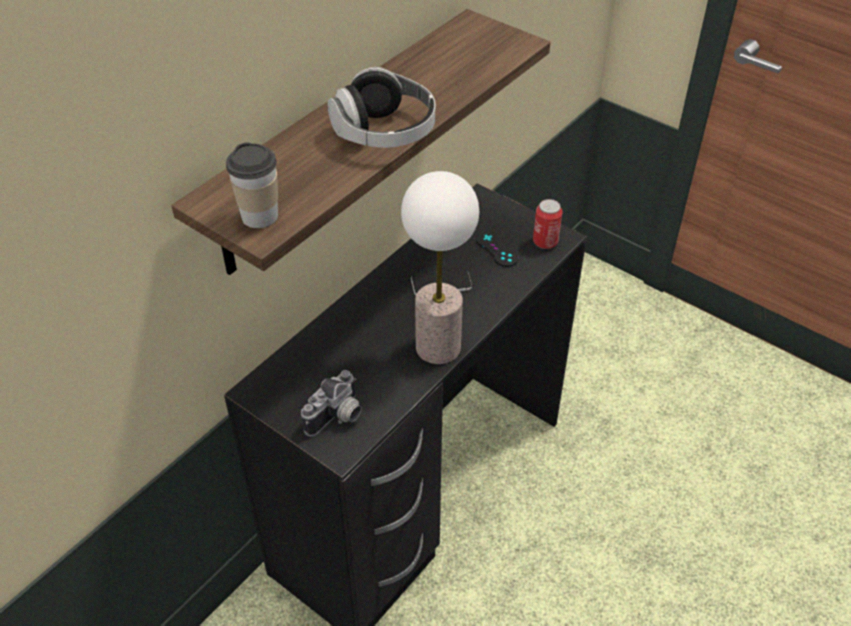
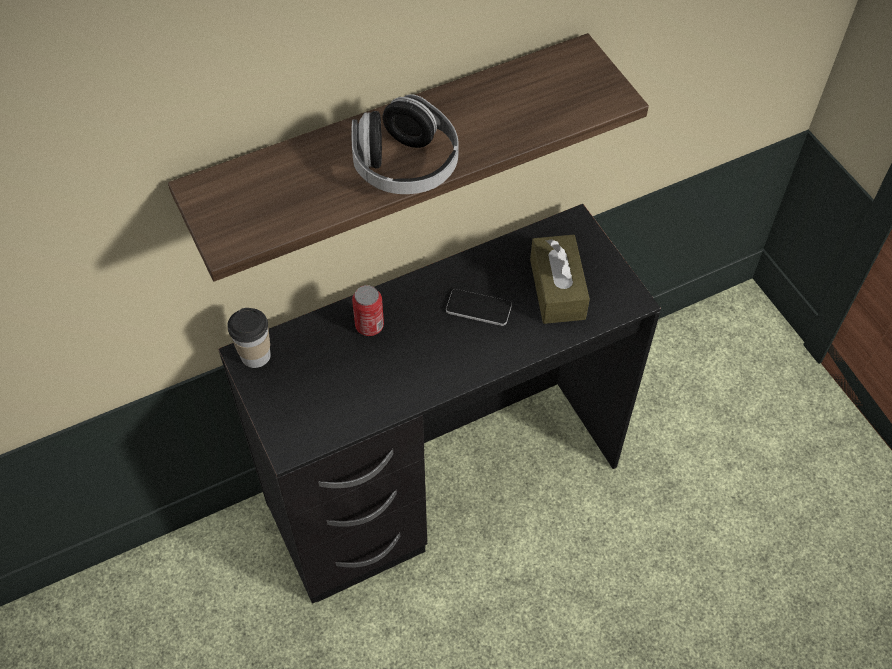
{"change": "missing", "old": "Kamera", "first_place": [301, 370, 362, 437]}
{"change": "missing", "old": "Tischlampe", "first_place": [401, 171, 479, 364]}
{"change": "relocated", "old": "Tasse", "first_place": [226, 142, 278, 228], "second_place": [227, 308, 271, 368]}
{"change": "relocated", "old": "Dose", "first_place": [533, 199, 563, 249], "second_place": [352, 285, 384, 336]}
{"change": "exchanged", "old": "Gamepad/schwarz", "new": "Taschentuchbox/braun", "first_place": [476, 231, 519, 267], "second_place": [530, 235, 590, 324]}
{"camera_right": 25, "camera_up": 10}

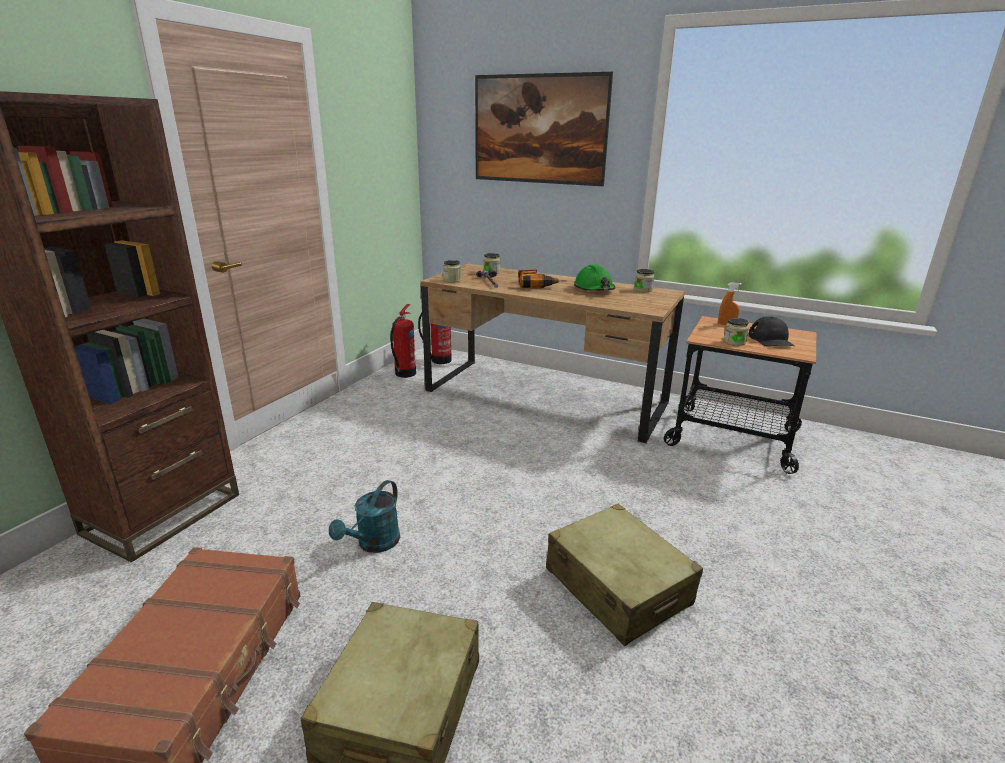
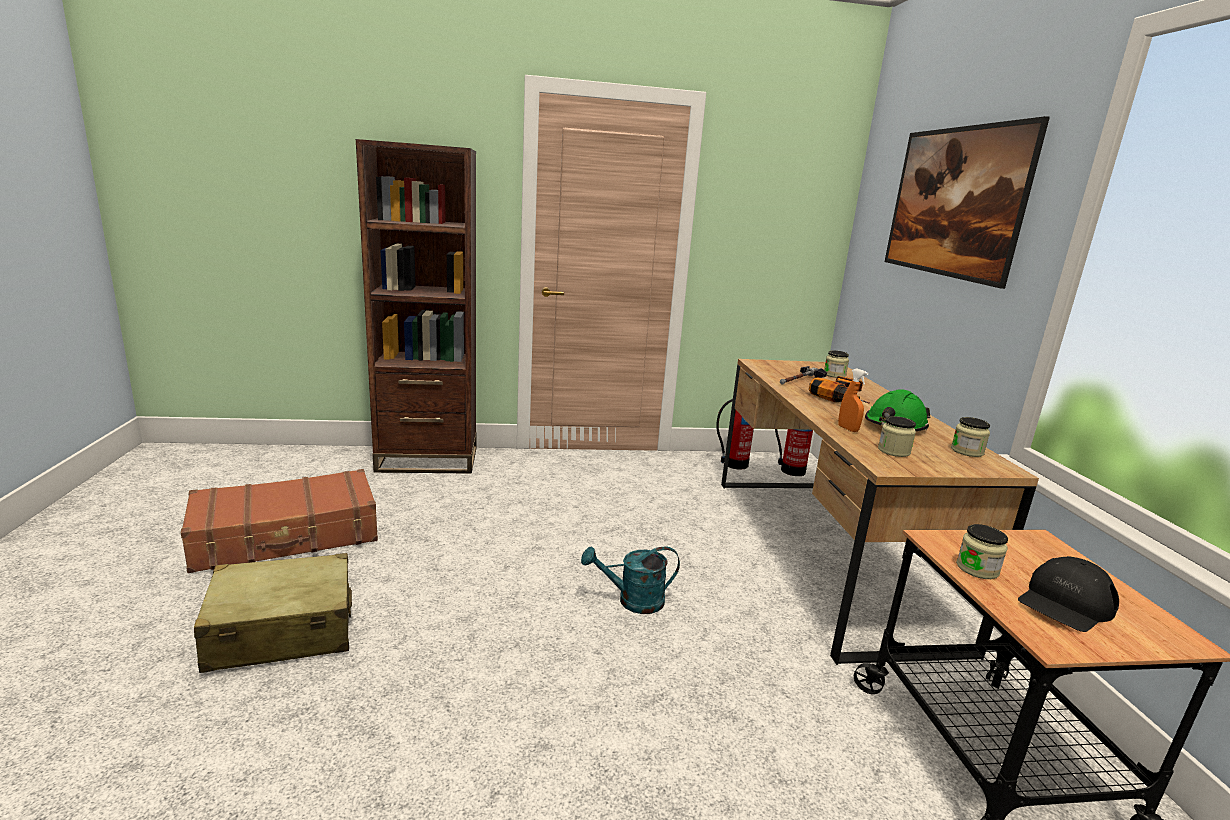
{"change": "missing", "old": "Koffer/beige", "first_place": [546, 504, 703, 646]}
{"change": "relocated", "old": "Gießkanne/türkis", "first_place": [329, 480, 400, 553], "second_place": [581, 546, 680, 614]}
{"change": "relocated", "old": "Vorratsglas", "first_place": [443, 260, 461, 283], "second_place": [878, 416, 916, 457]}
{"change": "relocated", "old": "Sprühflasche/orange", "first_place": [718, 283, 742, 325], "second_place": [838, 368, 869, 432]}
{"camera_right": 55, "camera_up": -5}

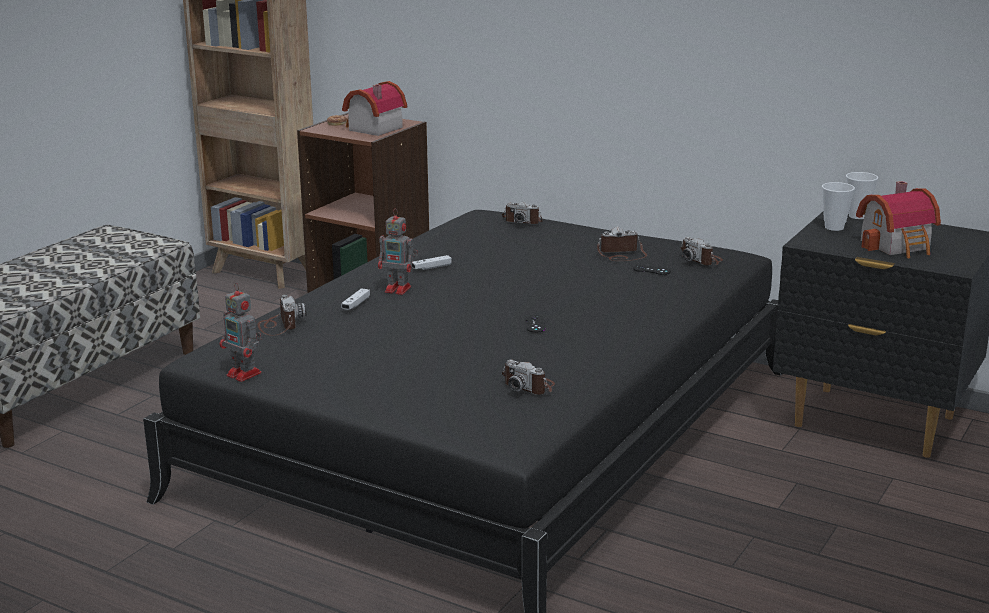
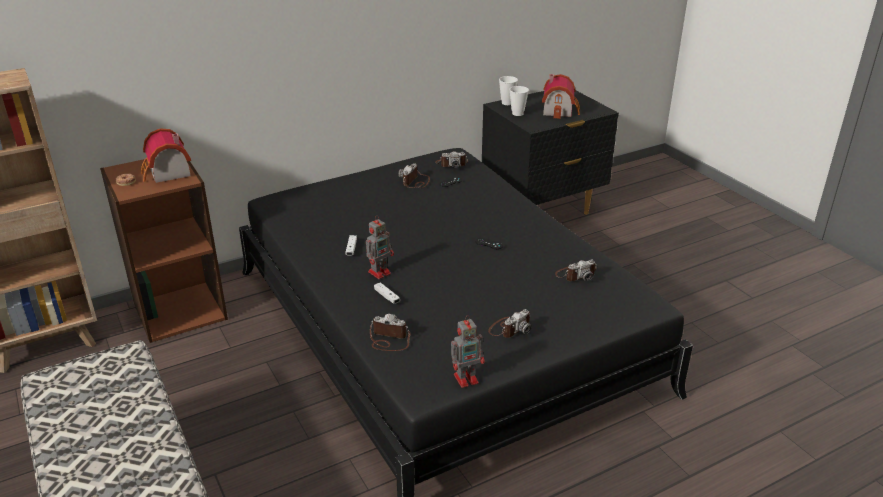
{"change": "relocated", "old": "Kamera", "first_place": [502, 202, 543, 224], "second_place": [488, 309, 532, 338]}
{"camera_right": -60, "camera_up": 10}

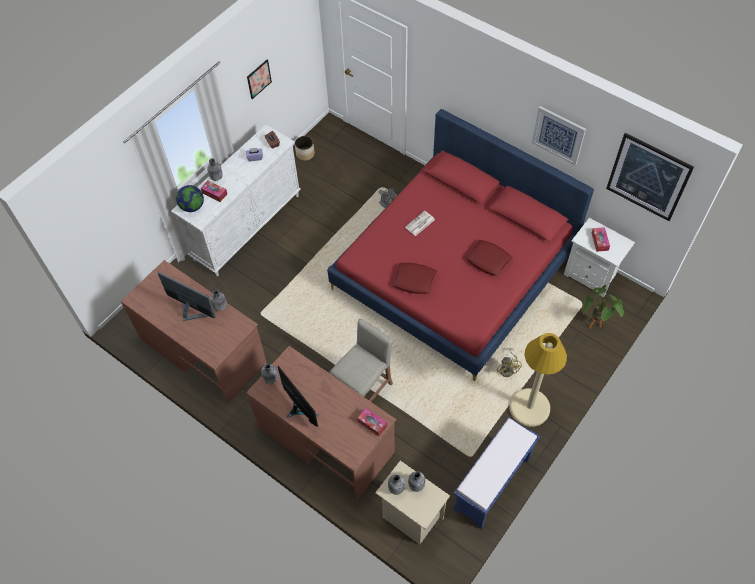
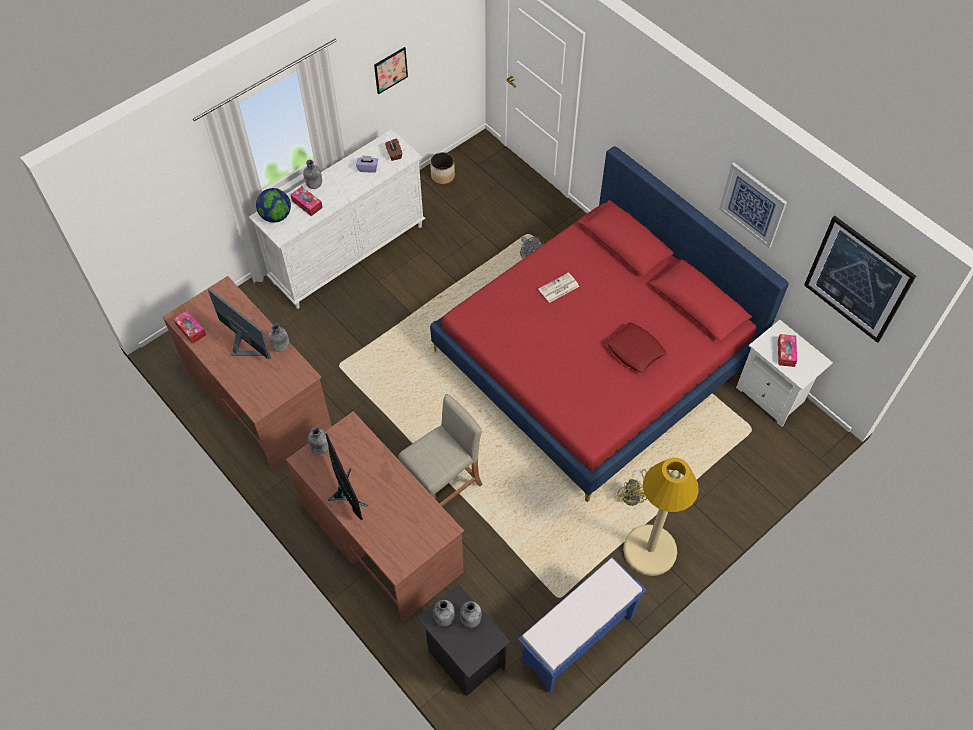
{"change": "missing", "old": "Kissen/rot", "first_place": [392, 263, 437, 294]}
{"change": "missing", "old": "Topfpflanze", "first_place": [583, 285, 624, 328]}
{"change": "relocated", "old": "Taschentuchbox", "first_place": [357, 408, 387, 436], "second_place": [174, 310, 206, 344]}
{"change": "colour", "old": "Nachttisch/beige", "new": "Nachttisch/schwarz", "first_place": [375, 461, 450, 545], "second_place": [417, 584, 510, 696]}
{"camera_right": 10, "camera_up": 0}

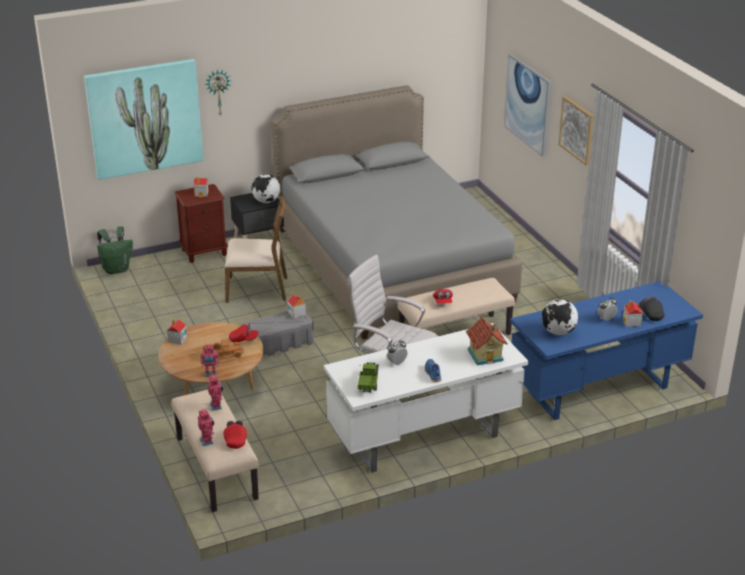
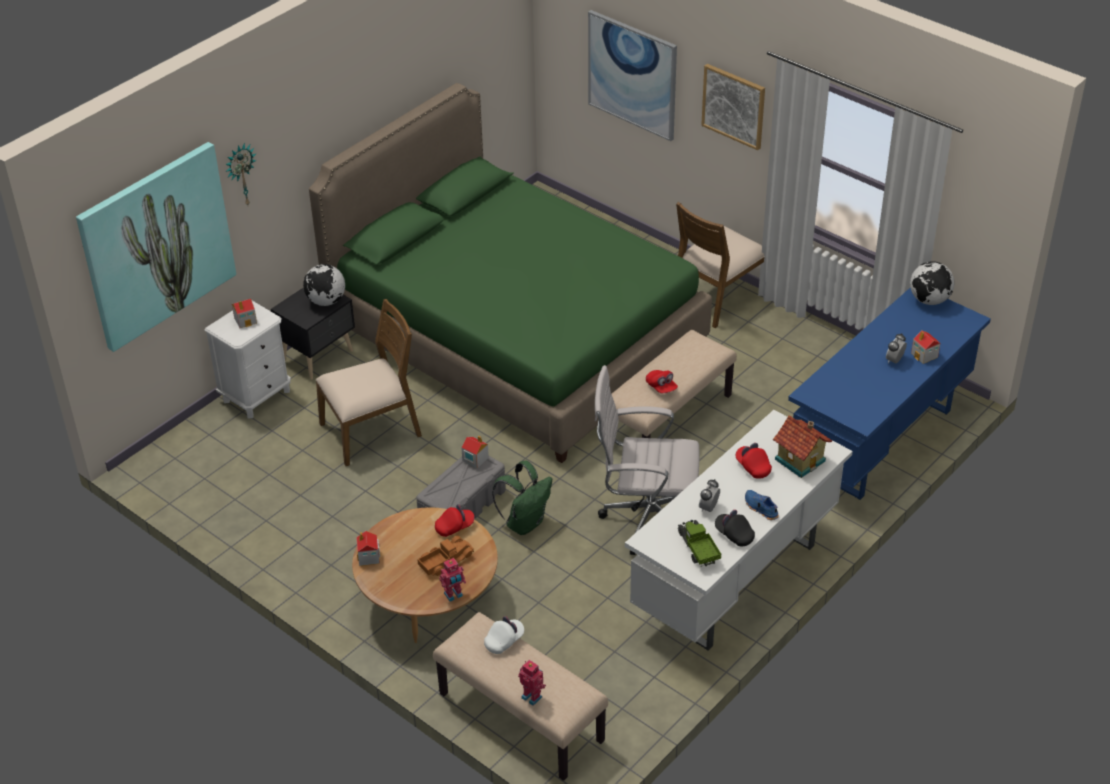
{"change": "appeared", "new": "Stuhl/braun", "second_place": [676, 202, 765, 328]}
{"change": "relocated", "old": "Rucksack/grün", "first_place": [97, 226, 133, 274], "second_place": [492, 461, 552, 535]}
{"change": "relocated", "old": "Kappe/rot", "first_place": [224, 420, 247, 449], "second_place": [736, 443, 772, 479]}
{"change": "relocated", "old": "Globus", "first_place": [542, 299, 578, 335], "second_place": [910, 261, 954, 305]}
{"change": "relocated", "old": "Kappe/schwarz", "first_place": [639, 296, 665, 321], "second_place": [715, 510, 755, 546]}
{"change": "exchanged", "old": "Spielzeugroboter", "new": "Kappe/weiß", "first_place": [208, 374, 223, 411], "second_place": [484, 616, 524, 654]}
{"change": "colour", "old": "Nachttisch/braun", "new": "Nachttisch/weiß", "first_place": [174, 184, 228, 263], "second_place": [204, 301, 291, 418]}
{"change": "colour", "old": "Bett/grau", "new": "Bett/grün", "first_place": [271, 85, 522, 339], "second_place": [309, 83, 712, 463]}
{"camera_right": -25, "camera_up": 10}

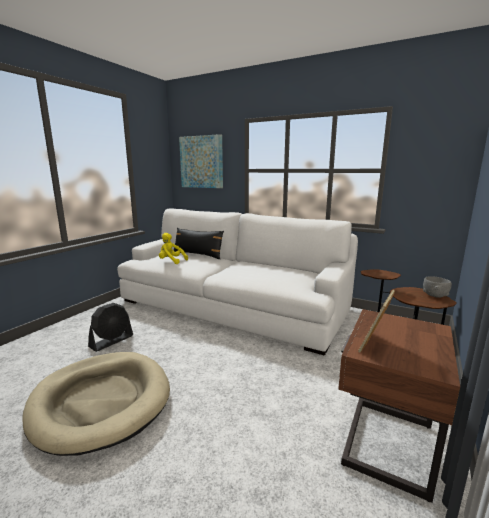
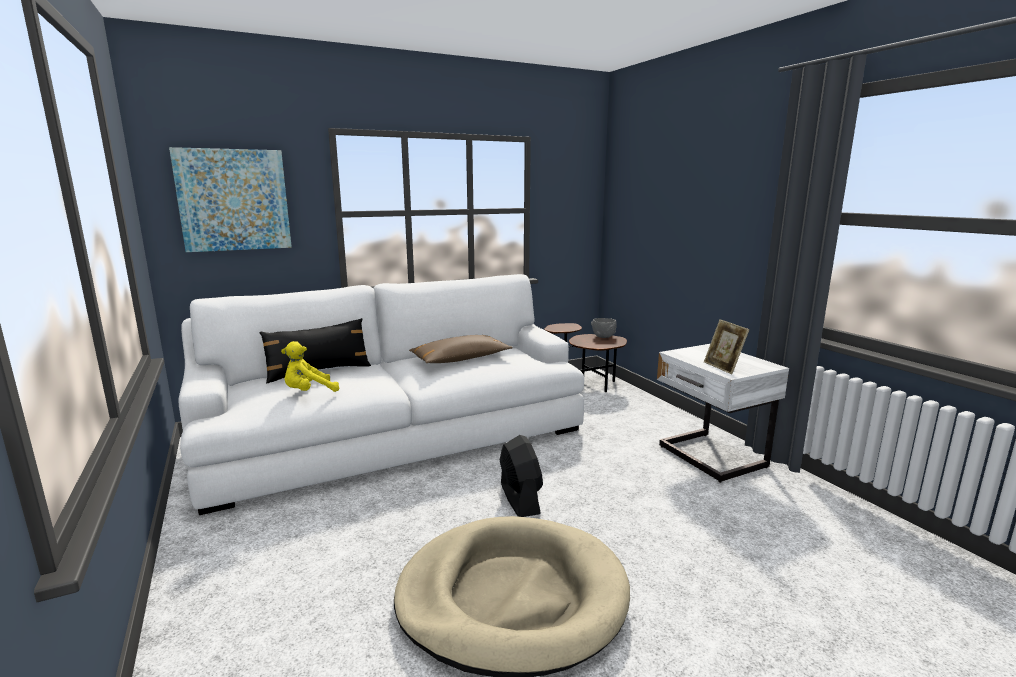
{"change": "appeared", "new": "Kissen/braun", "second_place": [409, 335, 513, 363]}
{"change": "relocated", "old": "Ventilator/schwarz", "first_place": [88, 303, 133, 352], "second_place": [500, 435, 543, 517]}
{"change": "colour", "old": "Nachttisch/braun", "new": "Nachttisch/weiß", "first_place": [338, 309, 460, 503], "second_place": [657, 344, 789, 483]}
{"camera_right": -55, "camera_up": 0}

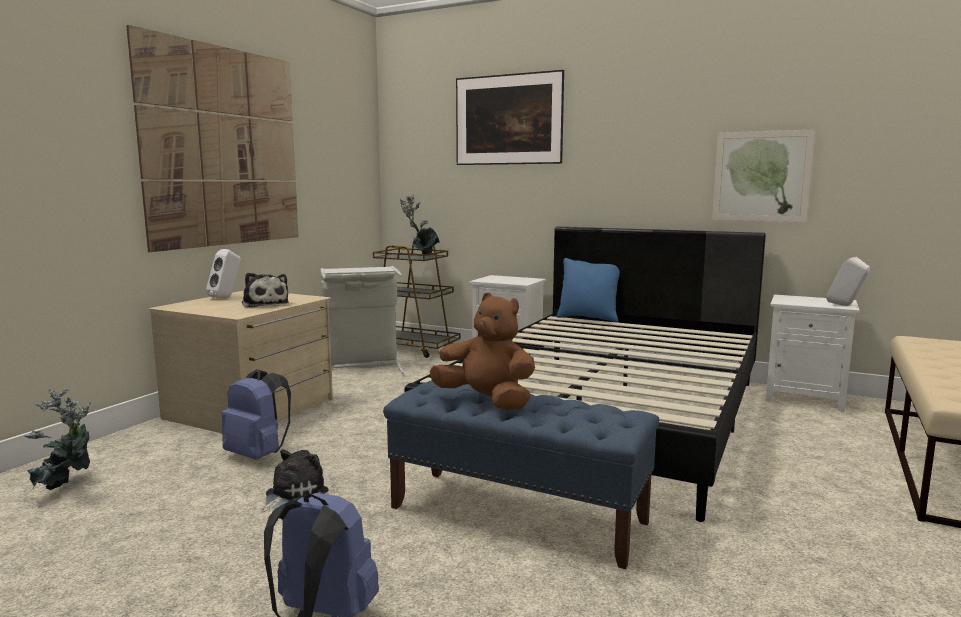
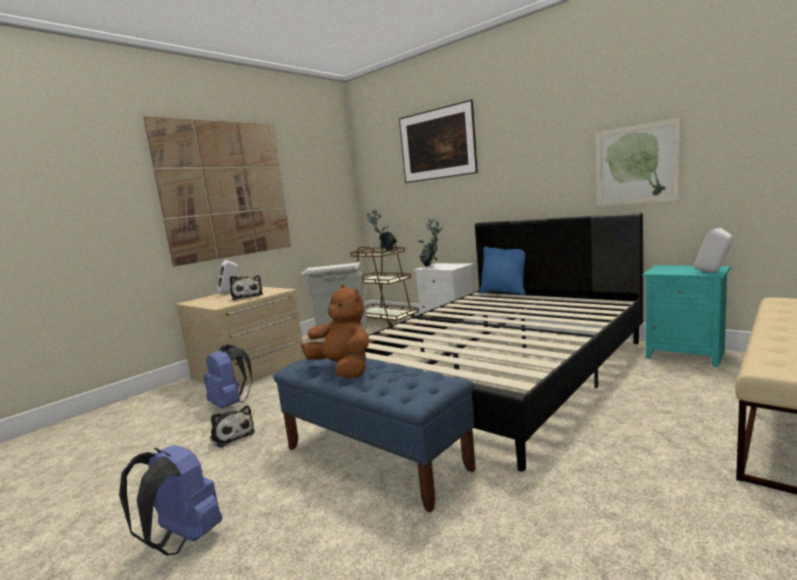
{"change": "relocated", "old": "Topfpflanze", "first_place": [25, 388, 91, 490], "second_place": [418, 218, 443, 267]}
{"change": "colour", "old": "Nachttisch/weiß", "new": "Nachttisch/türkis", "first_place": [766, 294, 860, 412], "second_place": [642, 265, 731, 367]}
{"change": "spun", "old": "Plüschtier", "first_place": [261, 449, 328, 512], "second_place": [210, 405, 255, 448], "degrees": 90}
{"camera_right": 15, "camera_up": 0}

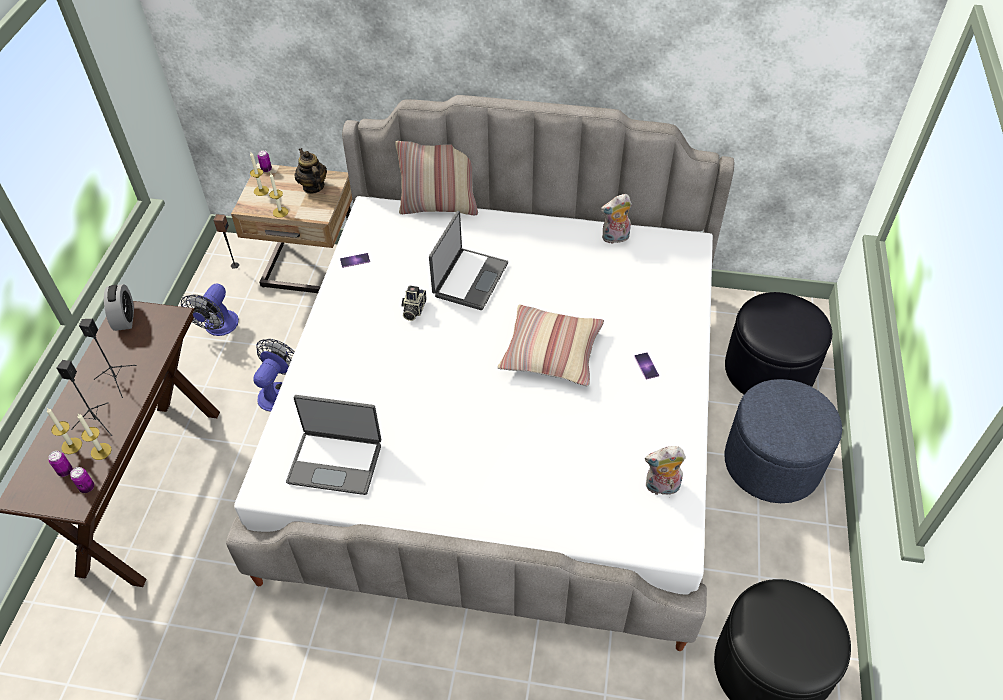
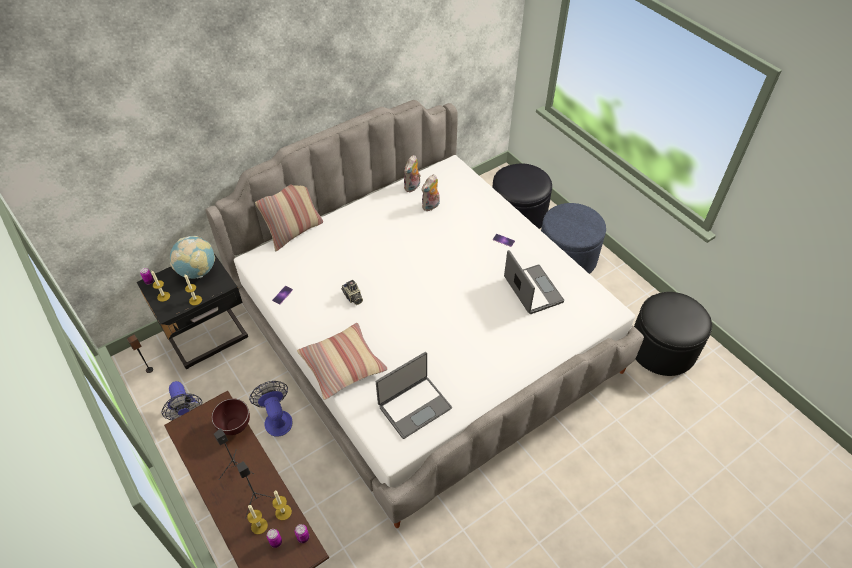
{"change": "missing", "old": "Wecker", "first_place": [104, 284, 134, 331]}
{"change": "appeared", "new": "Schüssel/braun", "second_place": [211, 399, 250, 435]}
{"change": "relocated", "old": "Laptop", "first_place": [429, 211, 508, 310], "second_place": [504, 250, 564, 314]}
{"change": "relocated", "old": "Kissen", "first_place": [498, 305, 604, 386], "second_place": [297, 323, 388, 400]}
{"change": "relocated", "old": "Plüschtier", "first_place": [645, 446, 686, 495], "second_place": [422, 174, 440, 211]}
{"change": "exchanged", "old": "Teekanne", "new": "Globus", "first_place": [295, 148, 327, 194], "second_place": [170, 236, 215, 279]}
{"change": "colour", "old": "Nachttisch/beige", "new": "Nachttisch/schwarz", "first_place": [231, 163, 352, 293], "second_place": [137, 253, 248, 369]}
{"camera_right": -45, "camera_up": 0}

